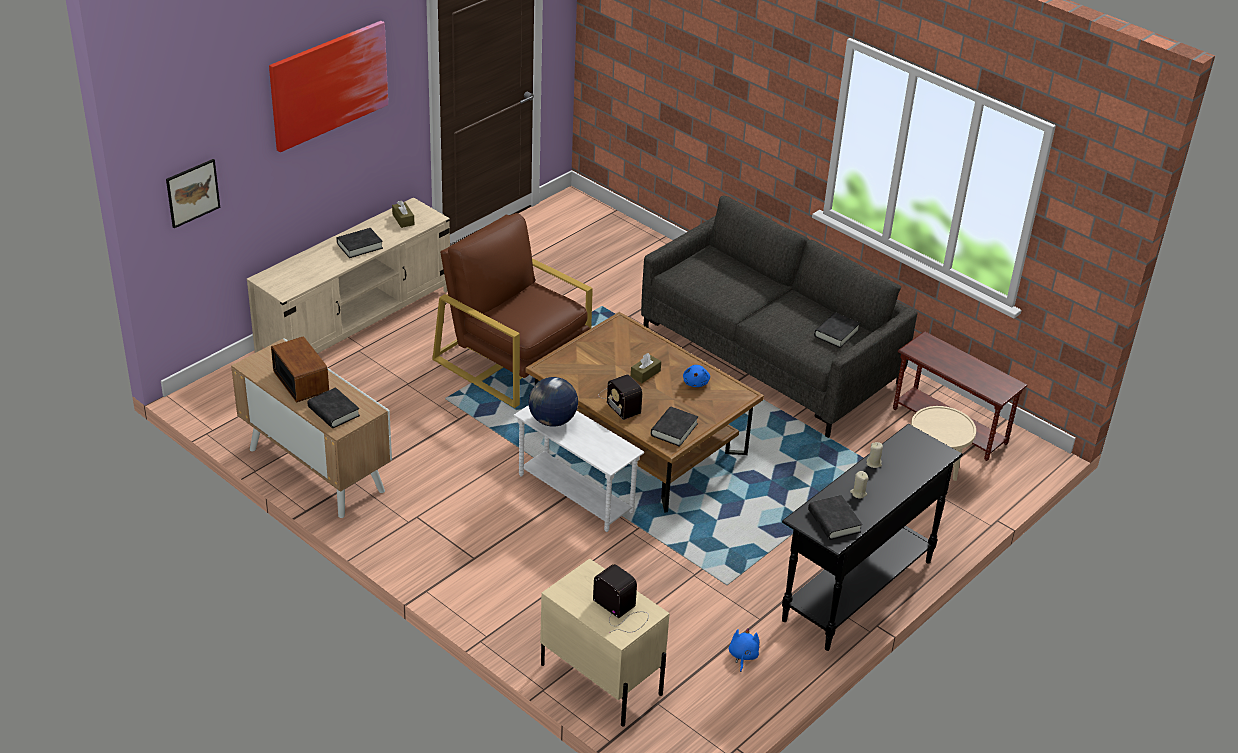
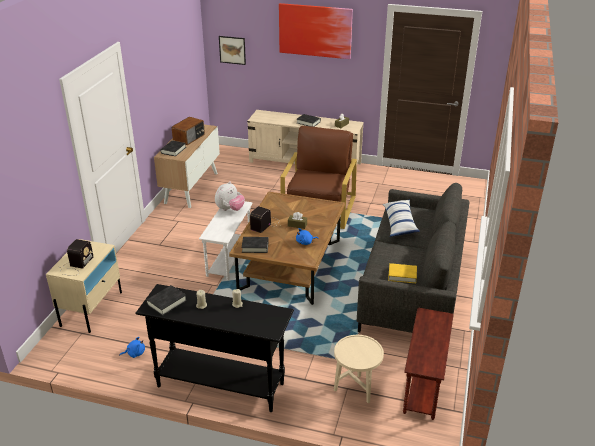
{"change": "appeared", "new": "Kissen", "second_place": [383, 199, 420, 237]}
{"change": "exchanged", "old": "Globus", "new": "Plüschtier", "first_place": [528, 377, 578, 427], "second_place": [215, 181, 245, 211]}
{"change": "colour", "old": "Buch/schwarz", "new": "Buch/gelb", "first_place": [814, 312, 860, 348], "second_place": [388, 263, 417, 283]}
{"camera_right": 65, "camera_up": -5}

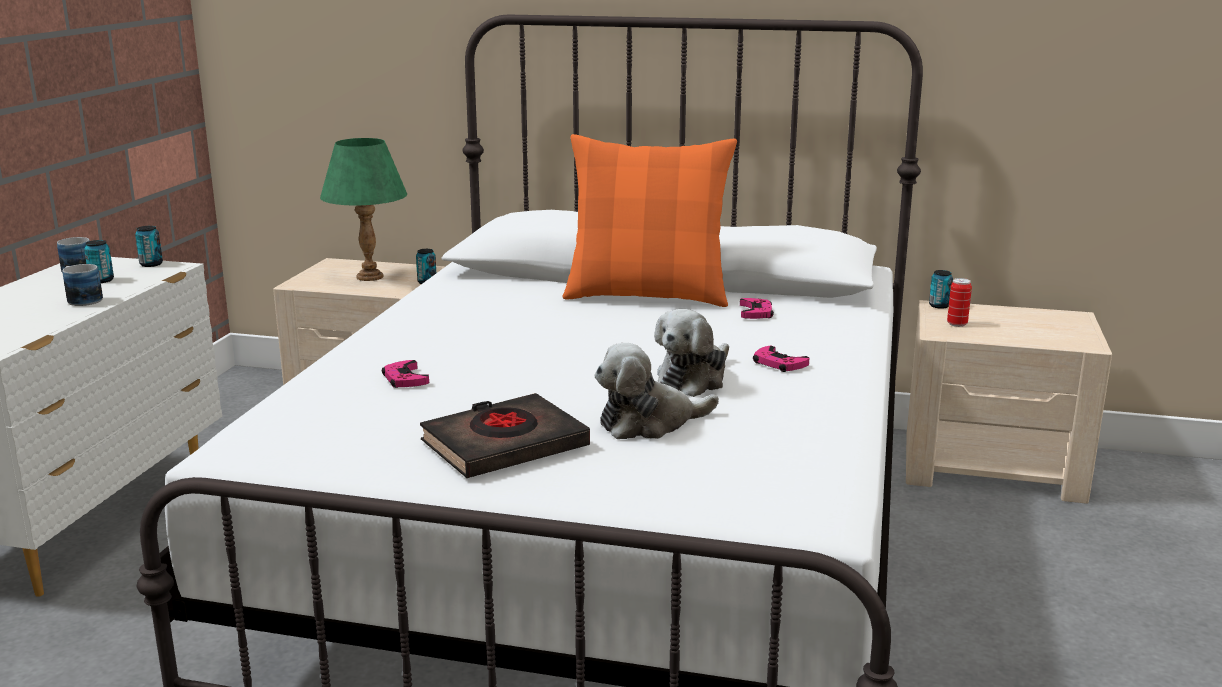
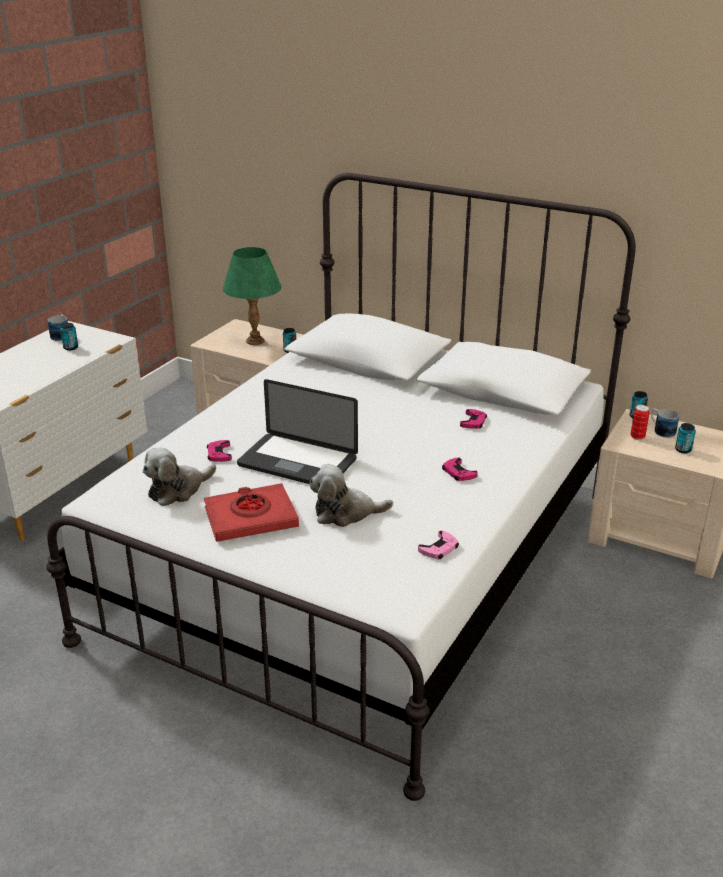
{"change": "missing", "old": "Kissen/orange", "first_place": [563, 134, 737, 307]}
{"change": "appeared", "new": "Laptop", "second_place": [237, 379, 358, 484]}
{"change": "appeared", "new": "Gamepad/rosa", "second_place": [418, 531, 459, 559]}
{"change": "relocated", "old": "Henkelbecher", "first_place": [63, 264, 103, 306], "second_place": [651, 408, 679, 438]}
{"change": "relocated", "old": "Dose", "first_place": [135, 226, 163, 267], "second_place": [675, 423, 696, 453]}
{"change": "relocated", "old": "Plüschtier", "first_place": [654, 309, 729, 397], "second_place": [143, 448, 216, 506]}
{"change": "colour", "old": "Buch/schwarz", "new": "Buch/rot", "first_place": [420, 393, 590, 478], "second_place": [204, 483, 299, 542]}
{"camera_right": 15, "camera_up": 10}

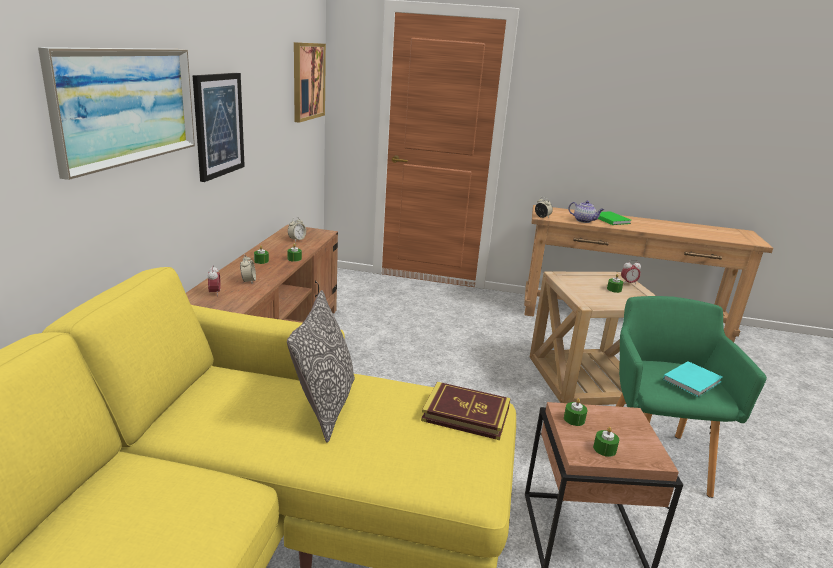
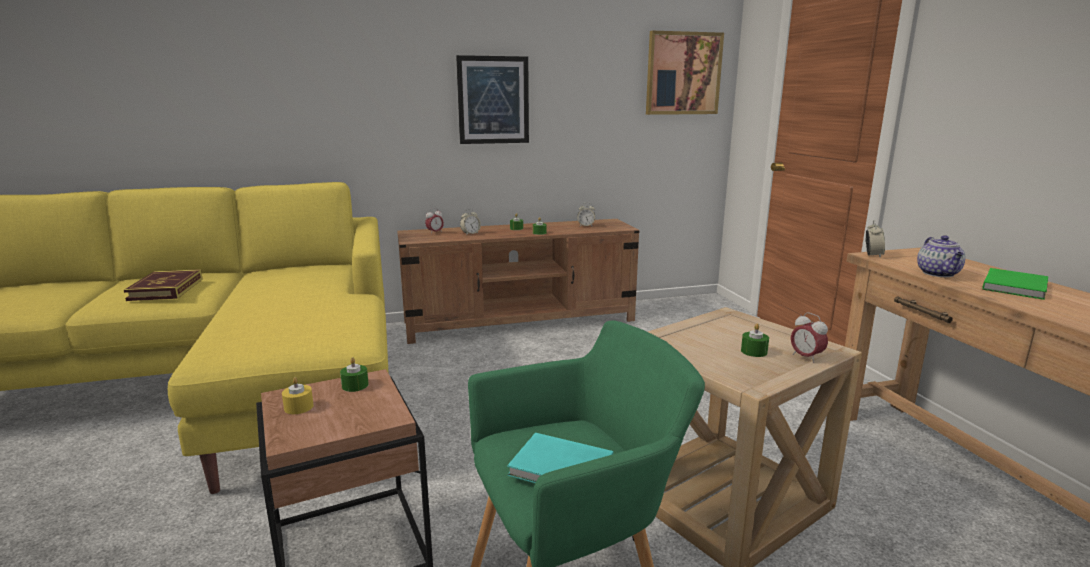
{"change": "missing", "old": "Bild", "first_place": [38, 47, 195, 180]}
{"change": "missing", "old": "Kissen", "first_place": [287, 290, 355, 443]}
{"change": "relocated", "old": "Buch", "first_place": [421, 382, 511, 440], "second_place": [124, 269, 203, 301]}
{"change": "colour", "old": "Kerze/grün", "new": "Kerze/gelb", "first_place": [593, 427, 619, 457], "second_place": [282, 377, 314, 414]}
{"camera_right": 65, "camera_up": -5}

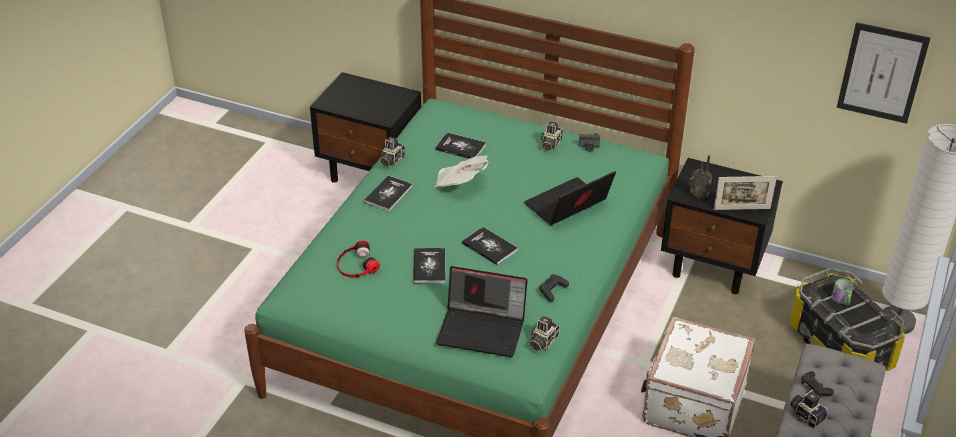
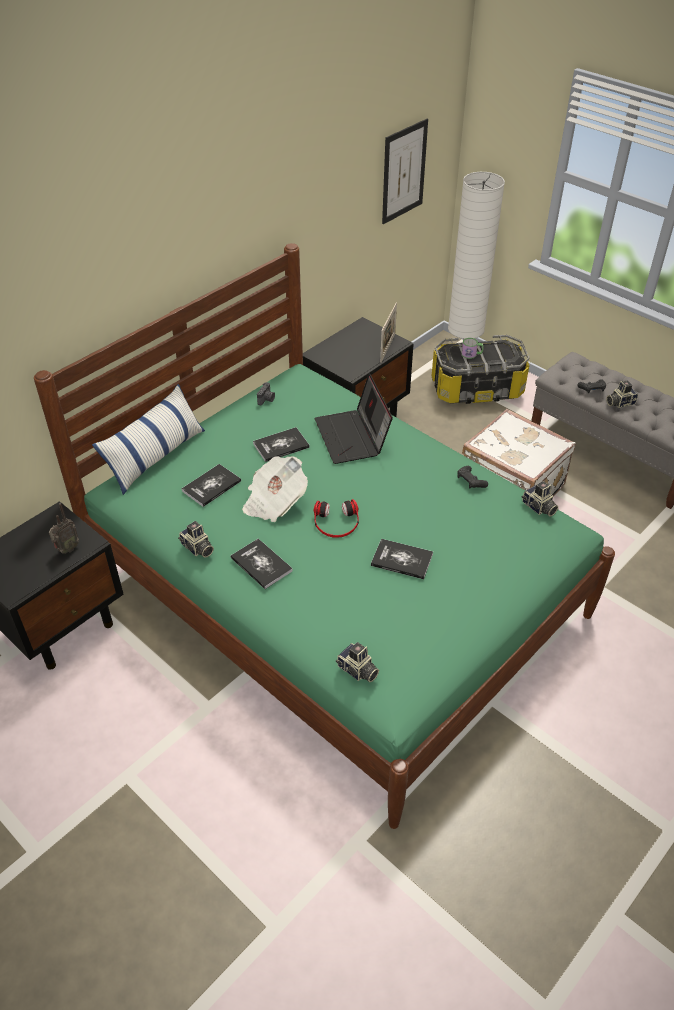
{"change": "missing", "old": "Laptop", "first_place": [436, 266, 528, 357]}
{"change": "appeared", "new": "Kissen", "second_place": [92, 384, 205, 495]}
{"change": "relocated", "old": "Kopfhörer", "first_place": [337, 240, 380, 277], "second_place": [314, 499, 359, 538]}
{"change": "relocated", "old": "Buch", "first_place": [462, 227, 518, 265], "second_place": [253, 427, 310, 462]}
{"change": "relocated", "old": "Kamera", "first_place": [541, 121, 563, 152], "second_place": [336, 642, 379, 683]}
{"change": "relocated", "old": "Radio", "first_place": [688, 155, 712, 199], "second_place": [49, 503, 79, 554]}
{"camera_right": -70, "camera_up": 5}

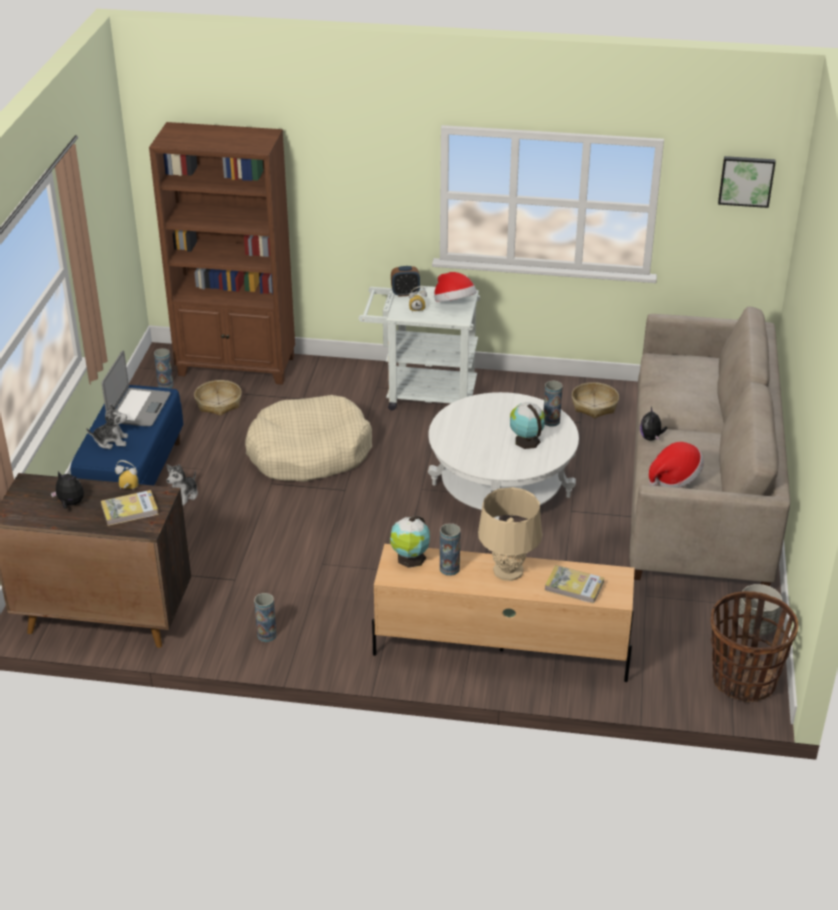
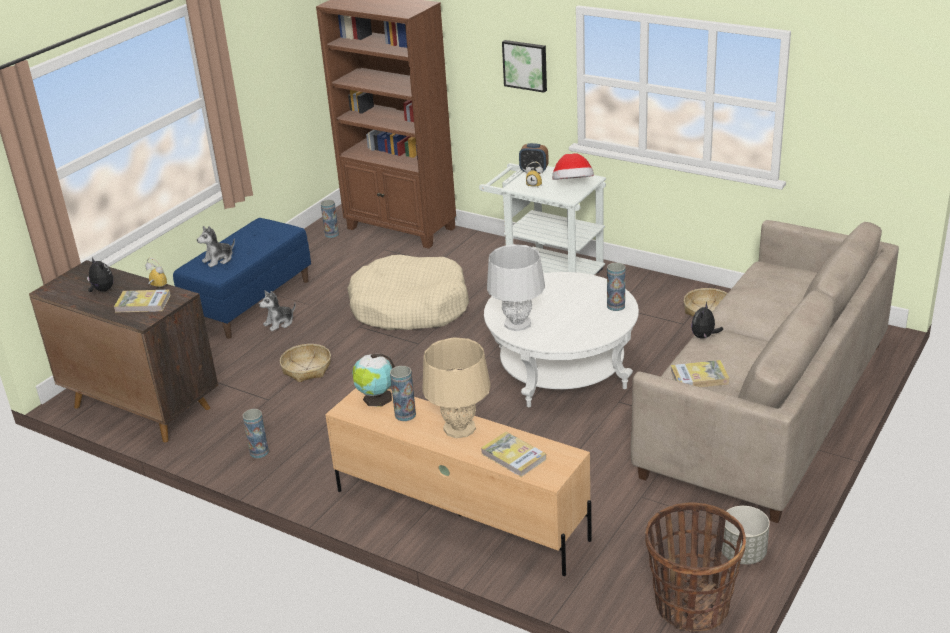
{"change": "missing", "old": "Laptop", "first_place": [102, 351, 171, 426]}
{"change": "missing", "old": "Globus", "first_place": [510, 402, 545, 449]}
{"change": "appeared", "new": "Tischlampe/grau", "second_place": [487, 244, 545, 331]}
{"change": "relocated", "old": "Korb", "first_place": [194, 380, 242, 416], "second_place": [280, 344, 331, 382]}
{"change": "relocated", "old": "Bild", "first_place": [718, 156, 776, 208], "second_place": [502, 40, 547, 93]}
{"change": "exchanged", "old": "Hut", "new": "Buch", "first_place": [649, 442, 704, 488], "second_place": [671, 360, 729, 387]}
{"change": "spun", "old": "Plüschtier", "first_place": [86, 404, 128, 449], "second_place": [197, 226, 235, 267], "degrees": 120}
{"camera_right": 25, "camera_up": -5}

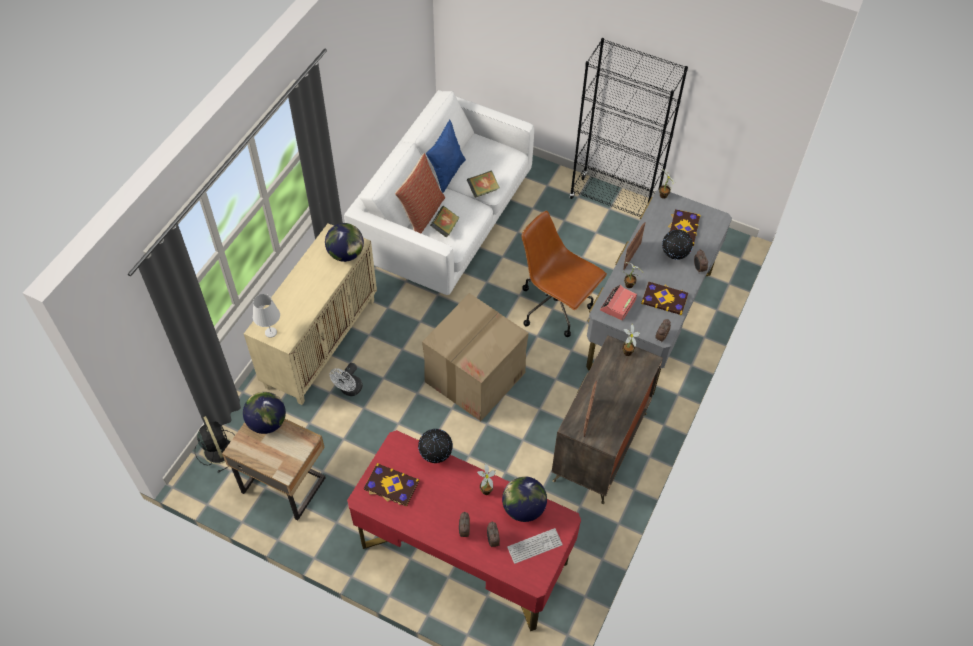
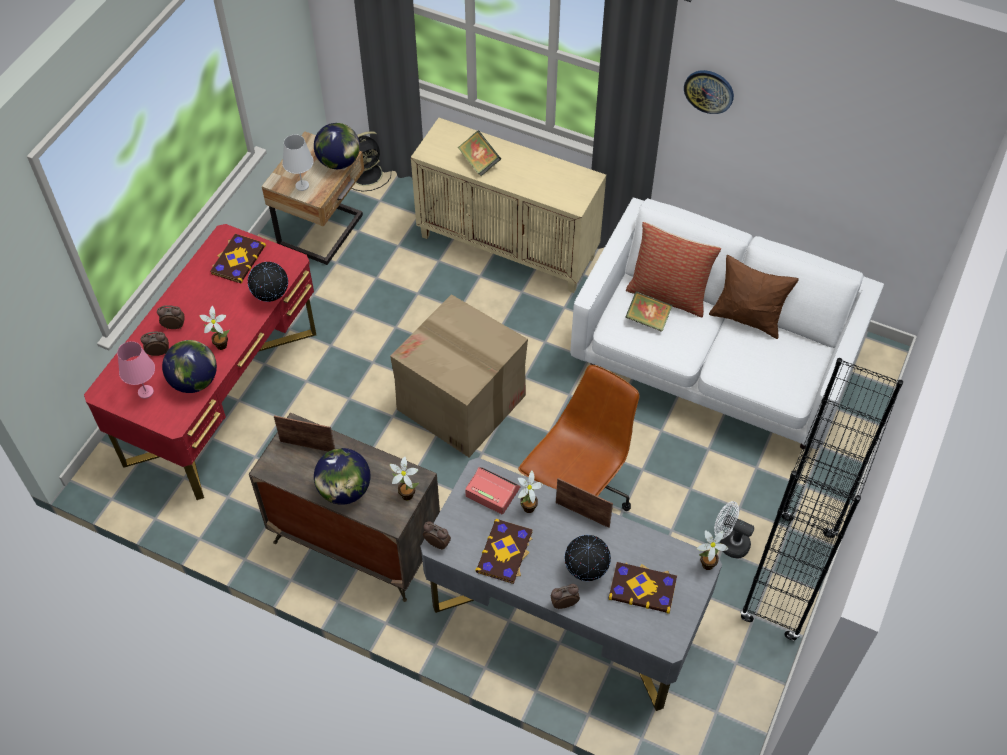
{"change": "appeared", "new": "Wanduhr", "second_place": [684, 70, 734, 114]}
{"change": "relocated", "old": "Tischlampe/weiß", "first_place": [253, 294, 280, 338], "second_place": [282, 134, 314, 191]}
{"change": "relocated", "old": "Globus", "first_place": [325, 223, 364, 262], "second_place": [314, 448, 371, 505]}
{"change": "relocated", "old": "Ventilator/weiß", "first_place": [329, 363, 363, 396], "second_place": [714, 501, 754, 559]}
{"change": "relocated", "old": "Buch", "first_place": [467, 170, 500, 198], "second_place": [458, 131, 501, 176]}
{"change": "exchanged", "old": "Tastatur", "new": "Tischlampe/rosa", "first_place": [507, 528, 563, 564], "second_place": [117, 341, 155, 399]}
{"change": "colour", "old": "Kissen/blau", "new": "Kissen/braun", "first_place": [426, 119, 466, 193], "second_place": [709, 255, 799, 339]}
{"camera_right": 90, "camera_up": 0}

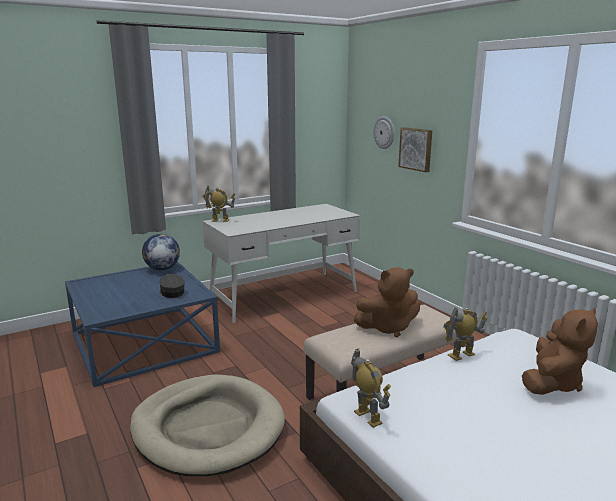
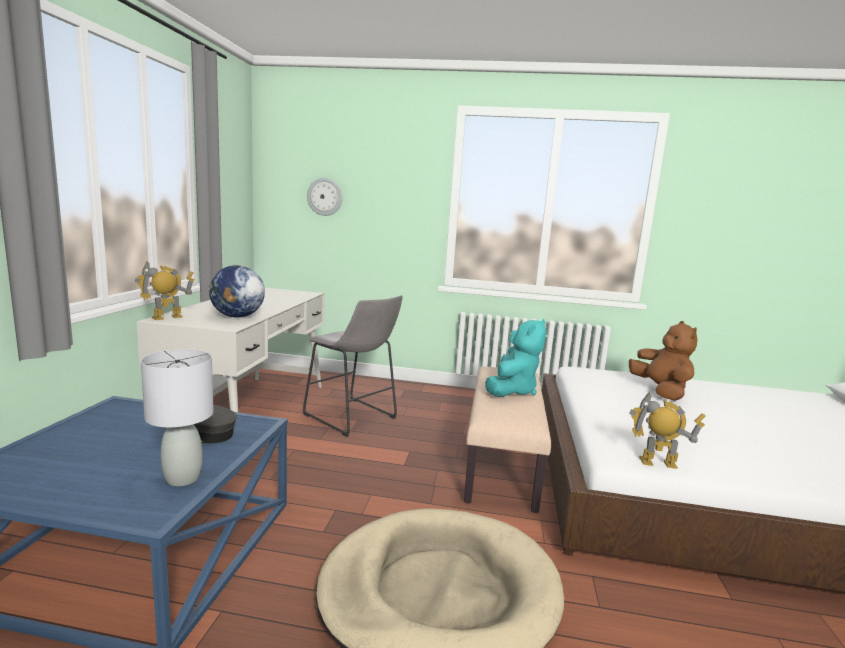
{"change": "missing", "old": "Bild", "first_place": [398, 127, 432, 172]}
{"change": "missing", "old": "Spielzeugroboter", "first_place": [443, 308, 488, 361]}
{"change": "appeared", "new": "Tischlampe/grau", "second_place": [141, 349, 214, 486]}
{"change": "appeared", "new": "Hocker/grau", "second_place": [303, 295, 403, 437]}
{"change": "relocated", "old": "Globus", "first_place": [142, 234, 180, 270], "second_place": [208, 265, 265, 318]}
{"change": "colour", "old": "Plüschtier/braun", "new": "Plüschtier/türkis", "first_place": [354, 267, 420, 337], "second_place": [485, 319, 547, 397]}
{"camera_right": -50, "camera_up": -5}

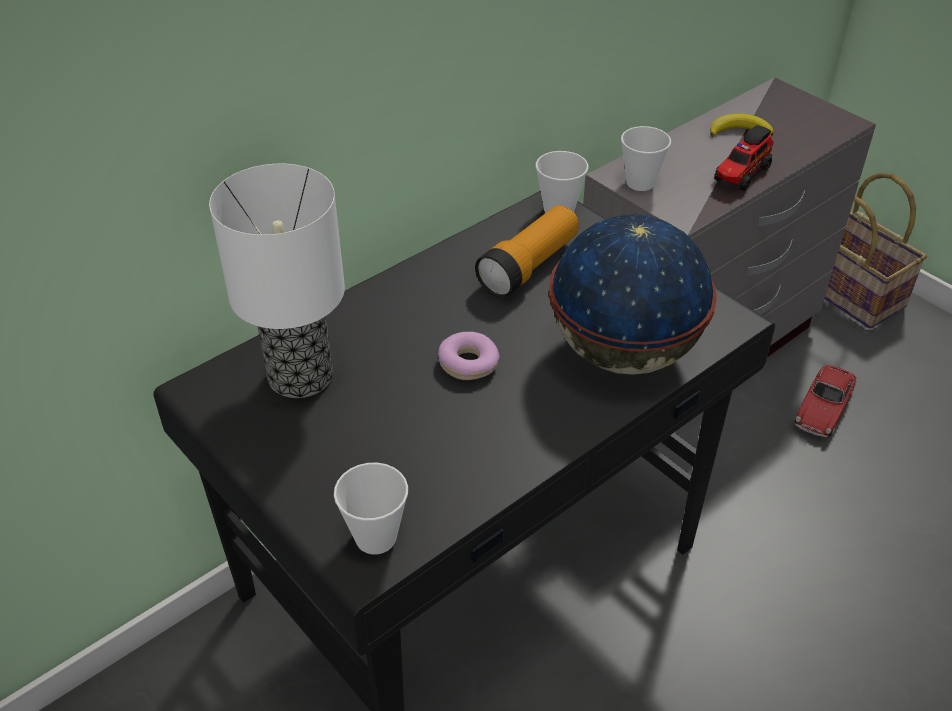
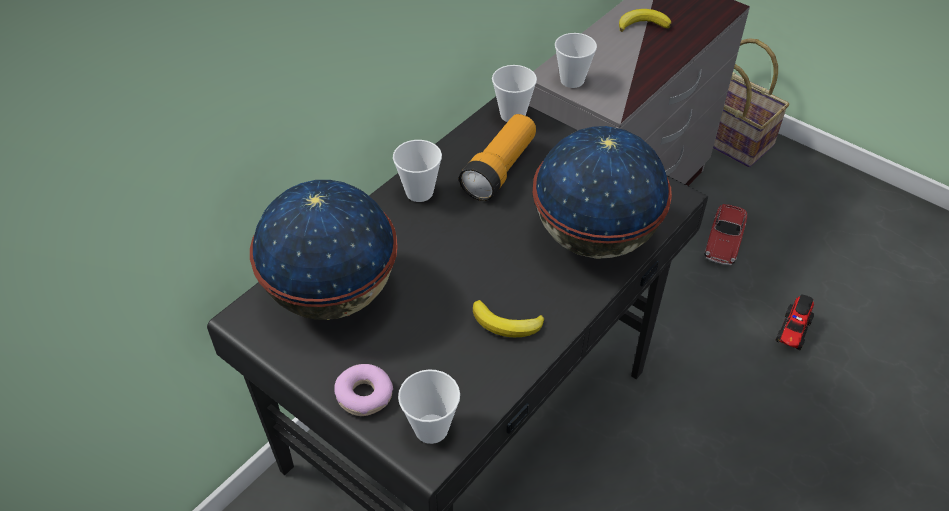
{"change": "appeared", "new": "Tasse", "second_place": [393, 140, 442, 202]}
{"change": "appeared", "new": "Banane", "second_place": [473, 300, 544, 337]}
{"change": "relocated", "old": "Donut", "first_place": [438, 332, 499, 380], "second_place": [335, 364, 393, 416]}
{"change": "relocated", "old": "Spielzeuglaster", "first_place": [714, 125, 774, 191], "second_place": [776, 294, 814, 350]}
{"change": "exchanged", "old": "Tischlampe", "new": "Globus", "first_place": [209, 164, 345, 398], "second_place": [250, 180, 398, 320]}
{"camera_right": -10, "camera_up": 5}

